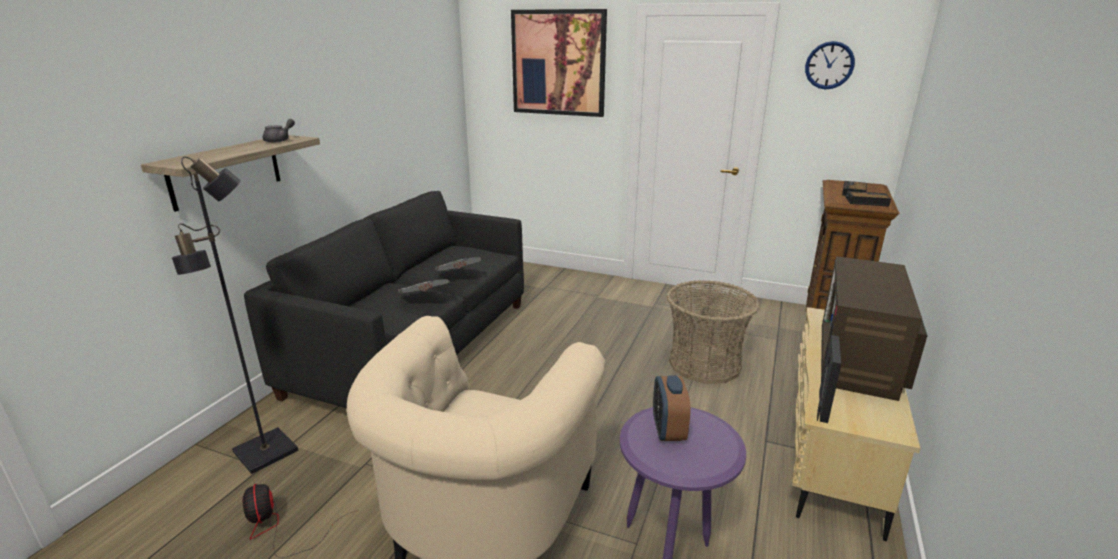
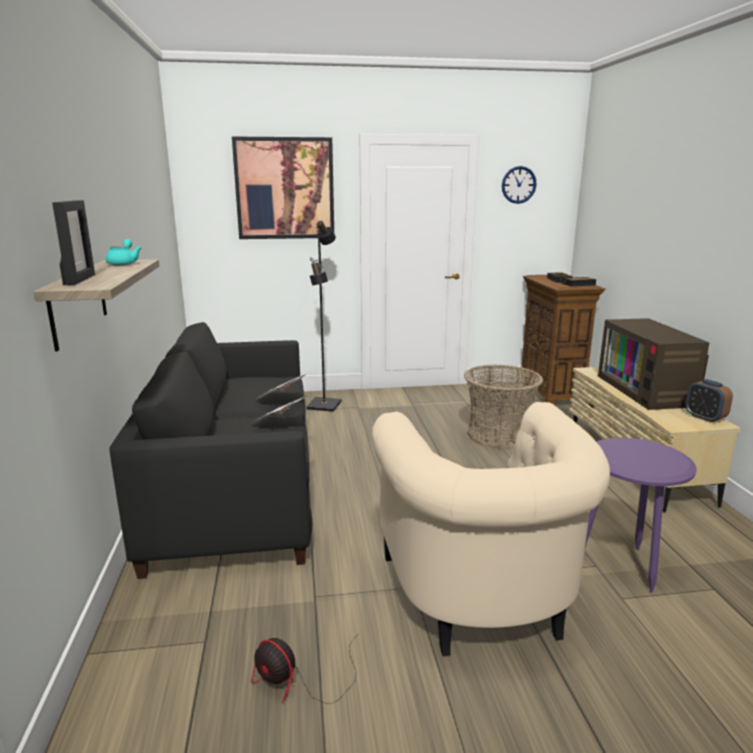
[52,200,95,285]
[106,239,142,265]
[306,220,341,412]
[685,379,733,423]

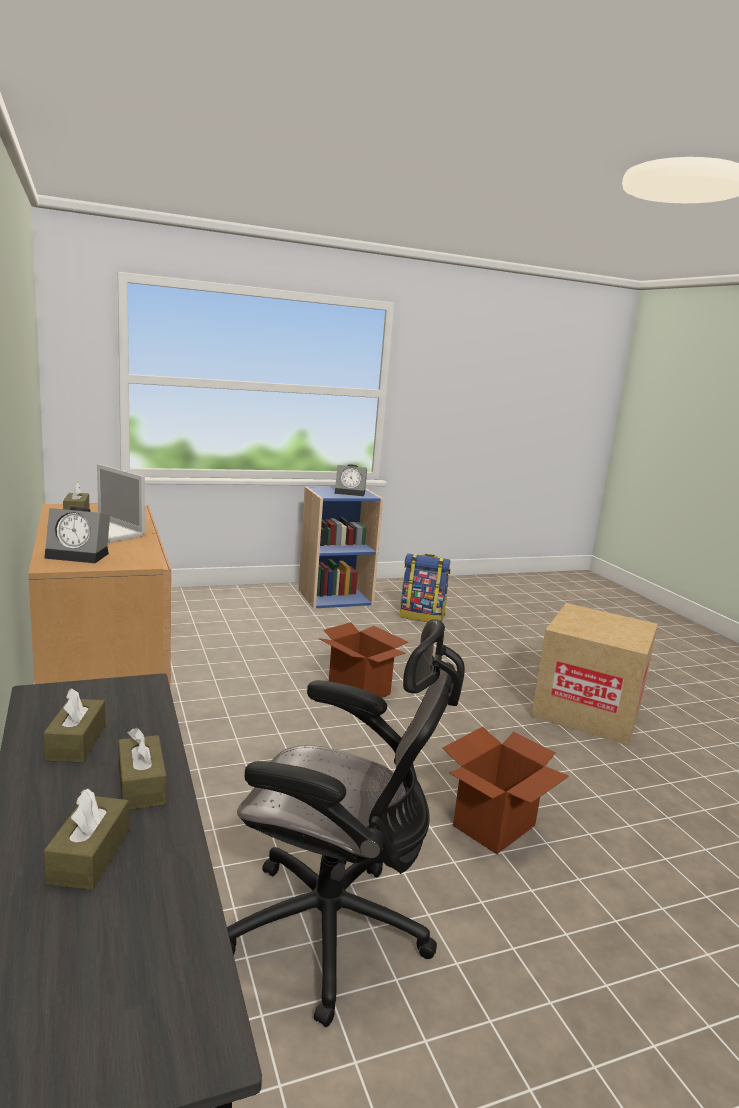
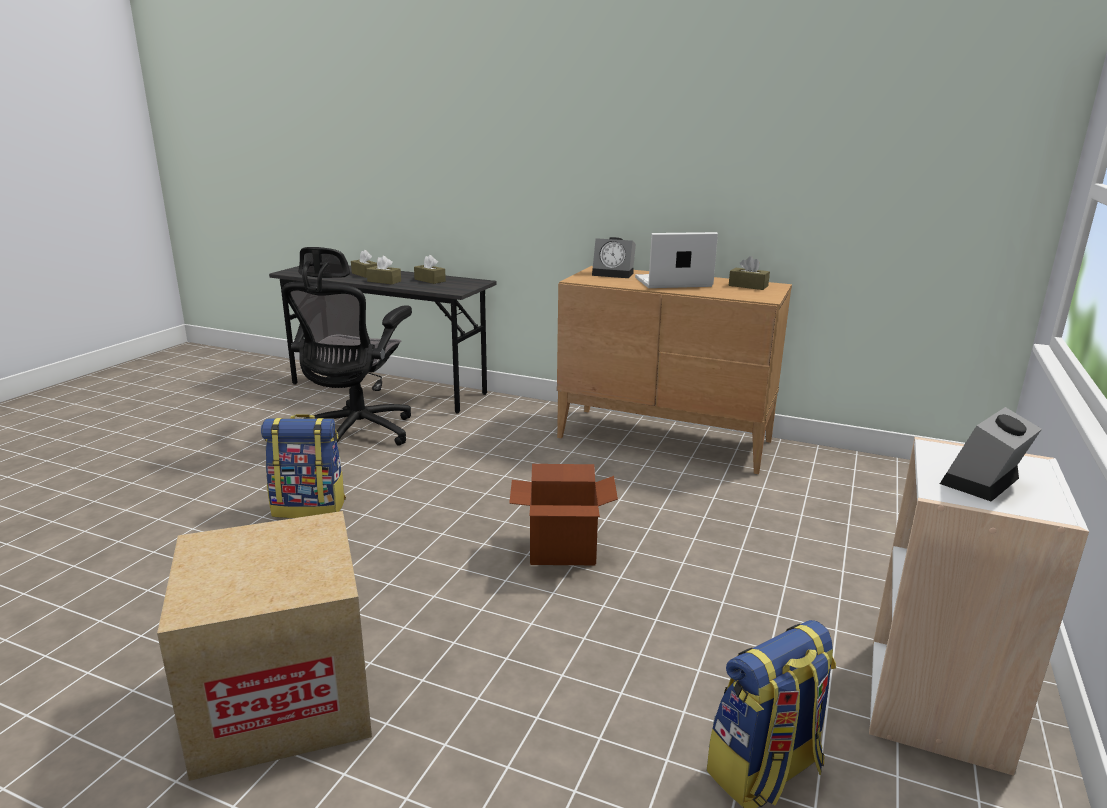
[261,414,346,518]
[282,247,412,446]
[592,237,636,278]
[869,437,1089,776]

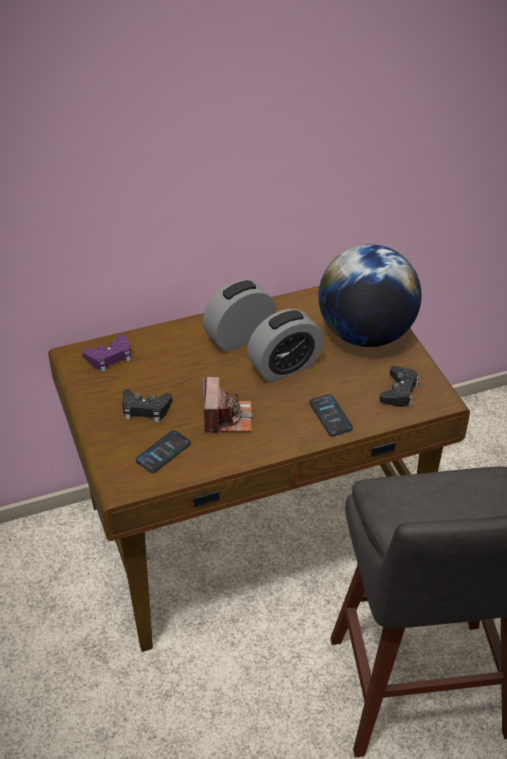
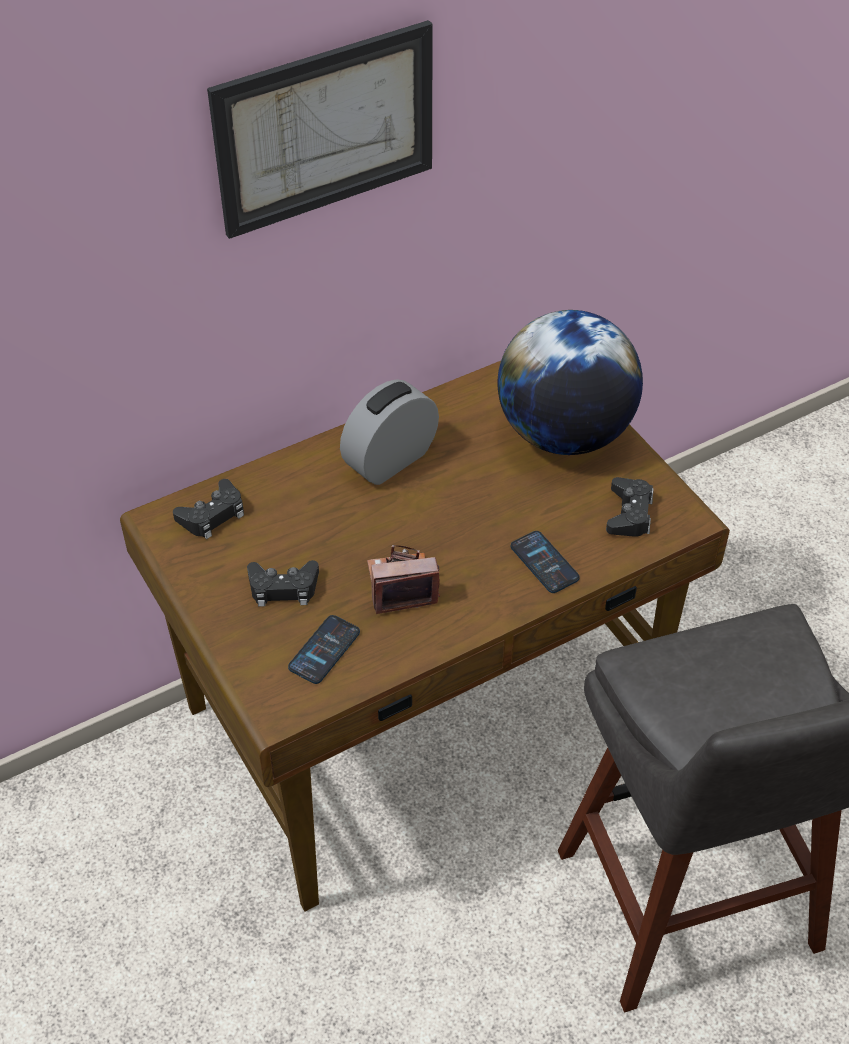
[173,479,244,539]
[207,20,433,239]
[367,545,440,614]
[247,309,324,382] (first image)

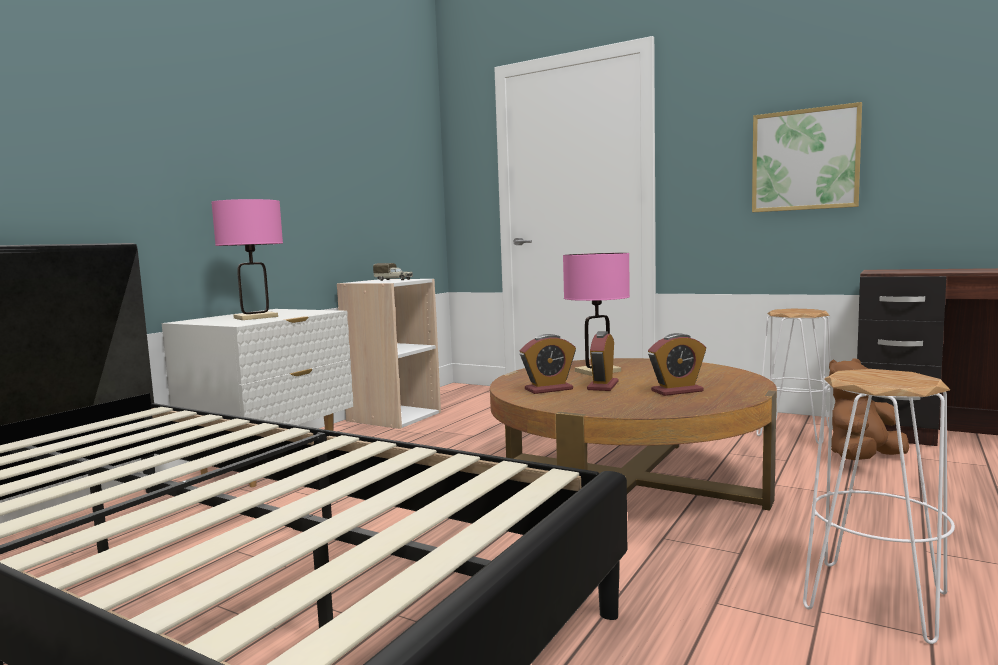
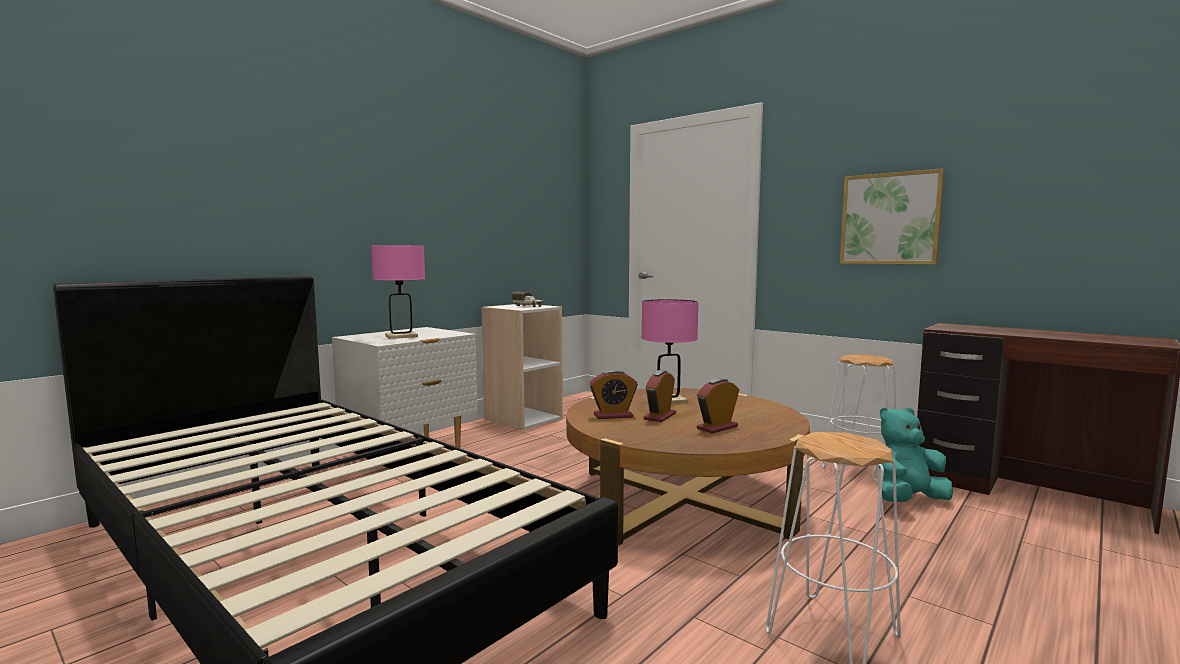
[697,378,739,434]
[878,407,953,502]

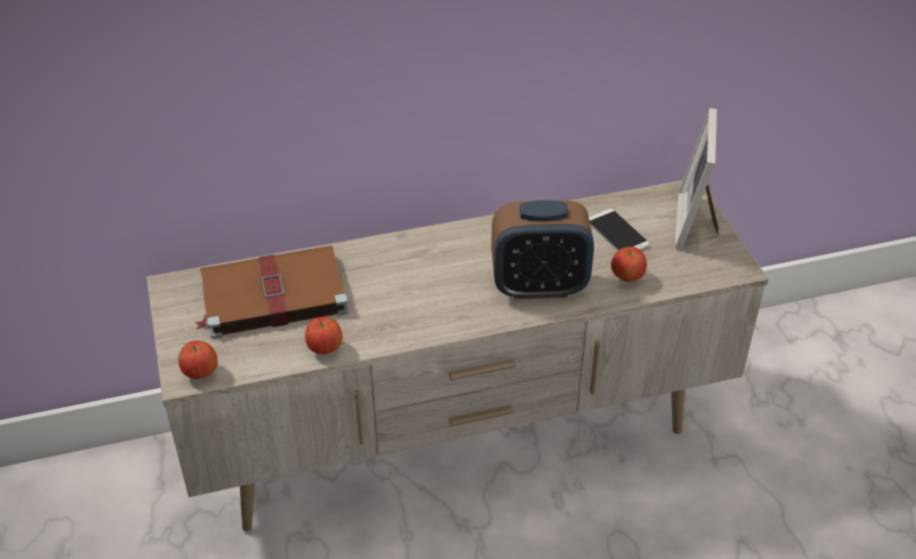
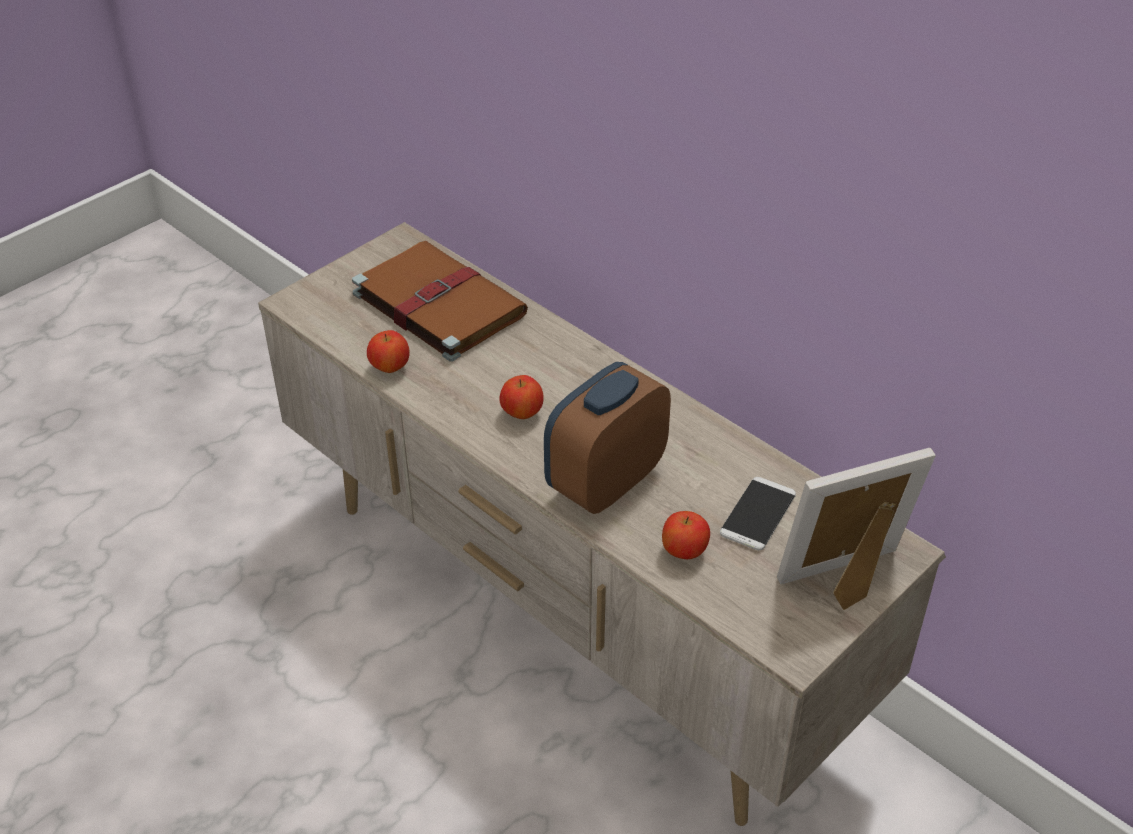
[500,375,544,419]
[544,362,671,514]

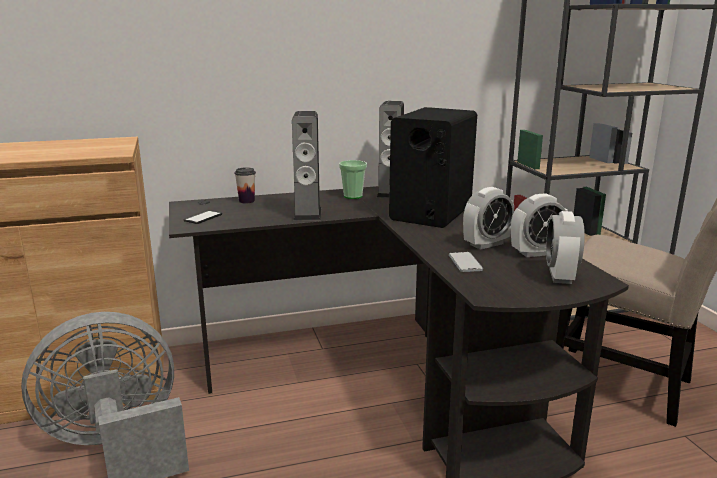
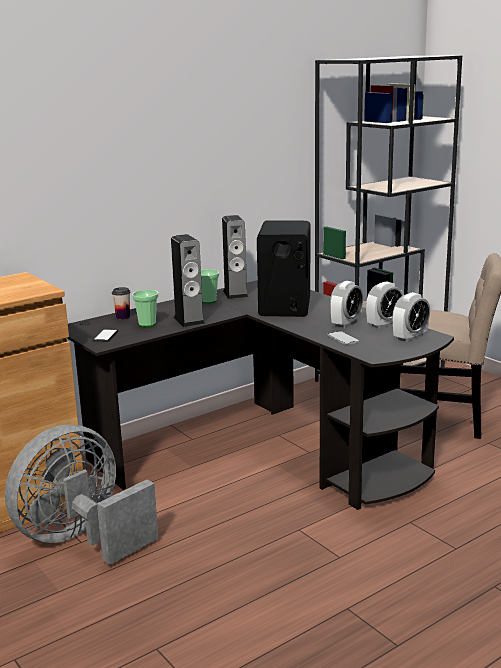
[132,290,159,327]
[392,292,430,342]

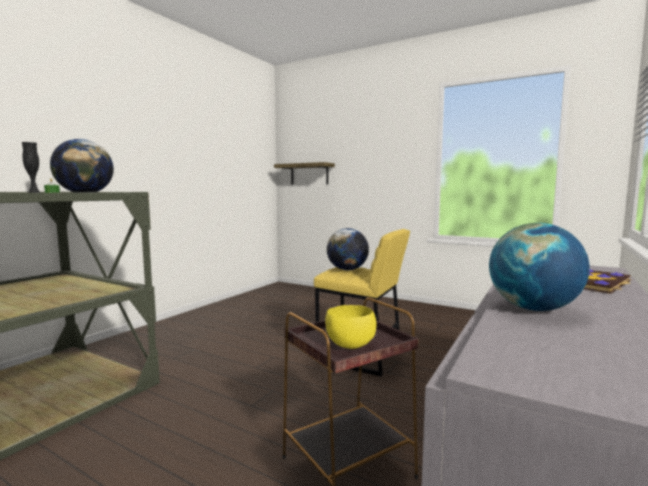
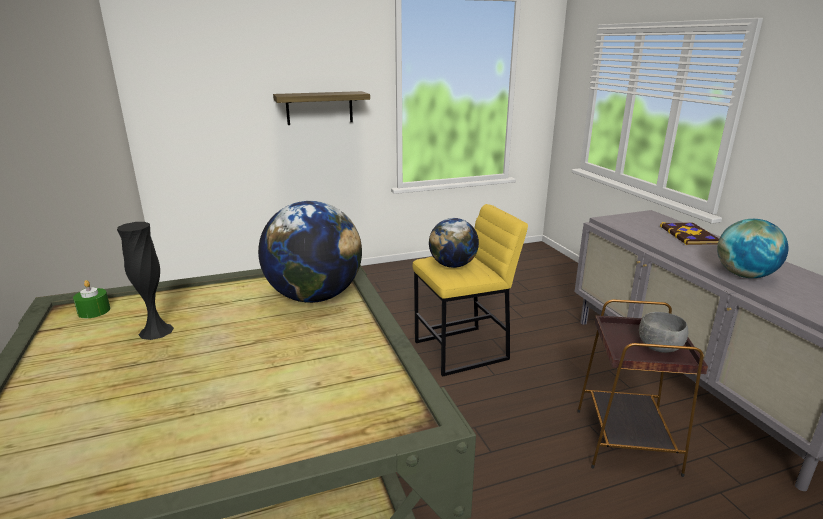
[273,91,370,125]
[639,312,688,353]

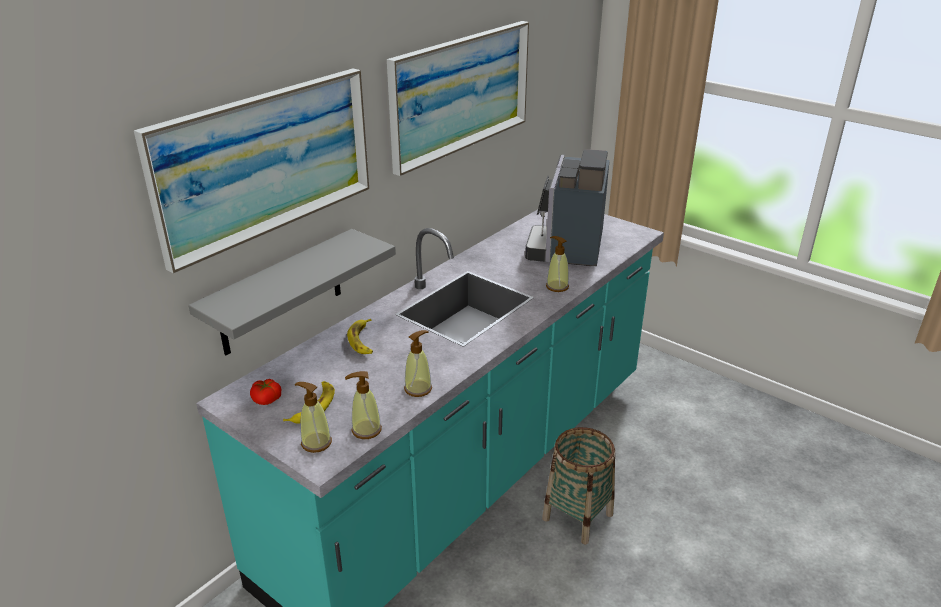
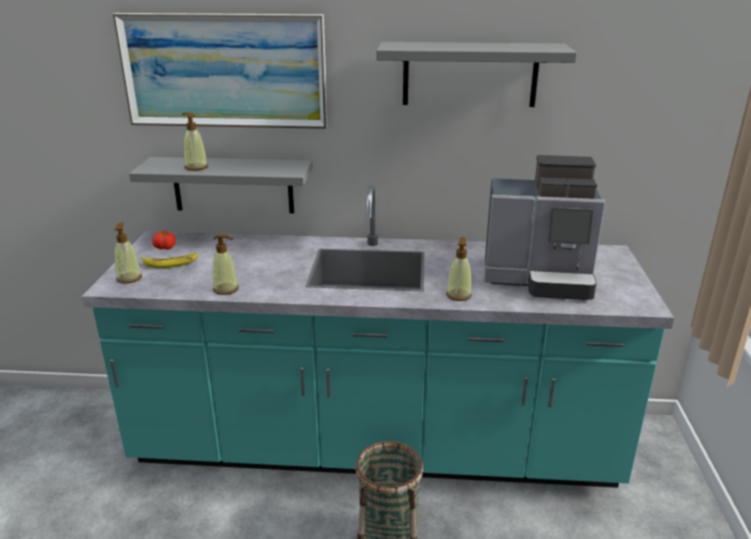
[182,112,208,171]
[376,42,577,107]
[484,155,606,300]
[347,319,373,354] (first image)

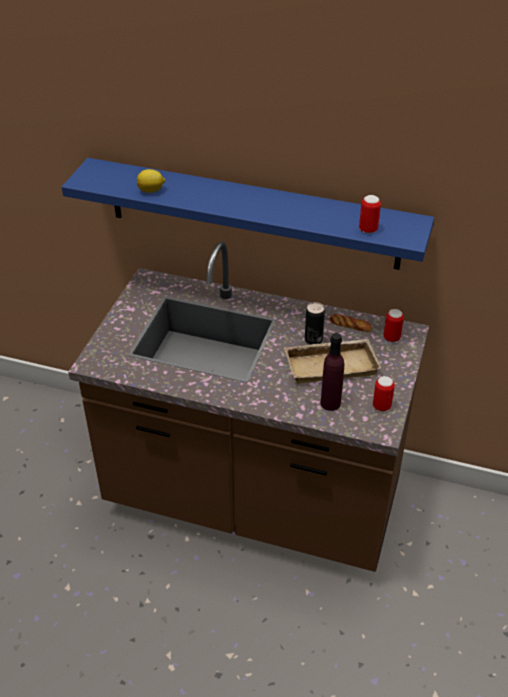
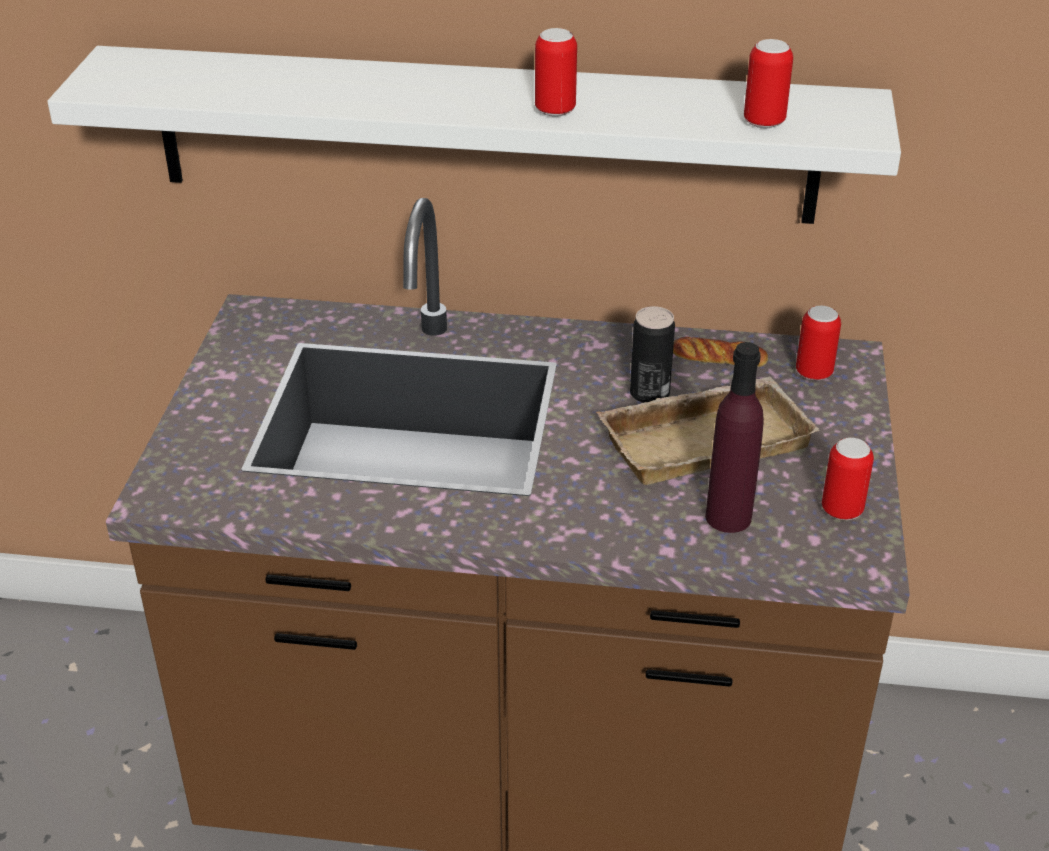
[47,46,901,224]
[535,28,577,117]
[137,169,165,193] (first image)

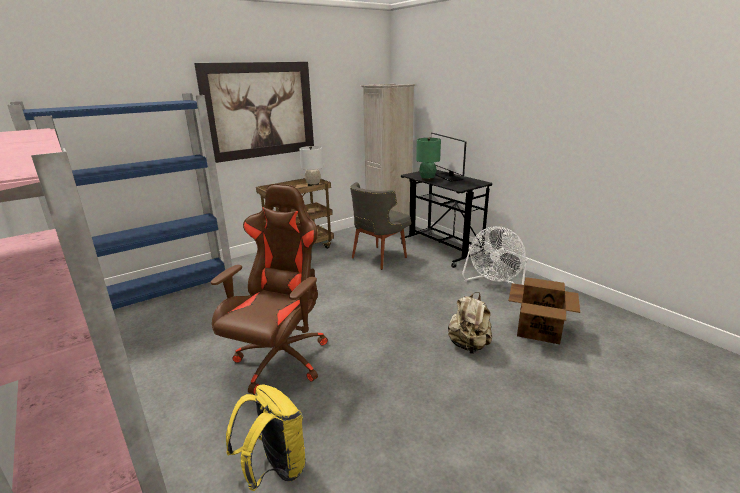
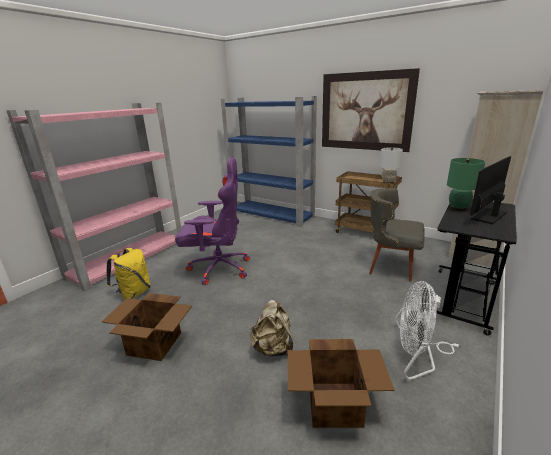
[101,293,192,361]
[175,157,250,285]

